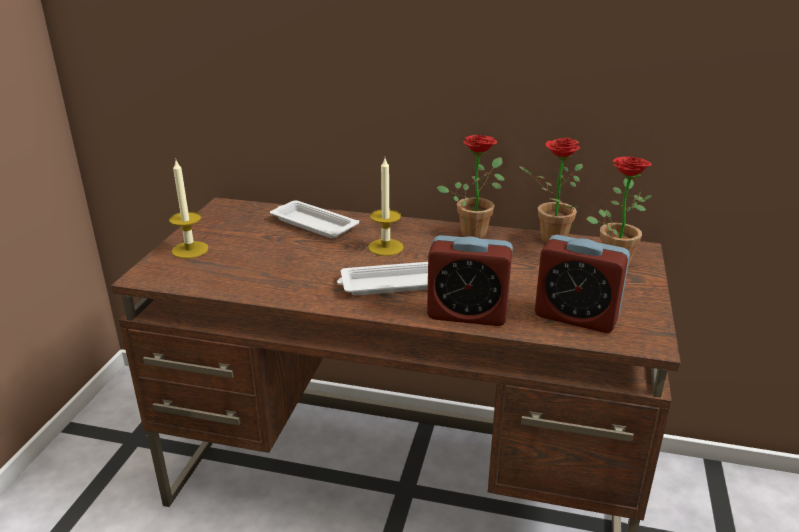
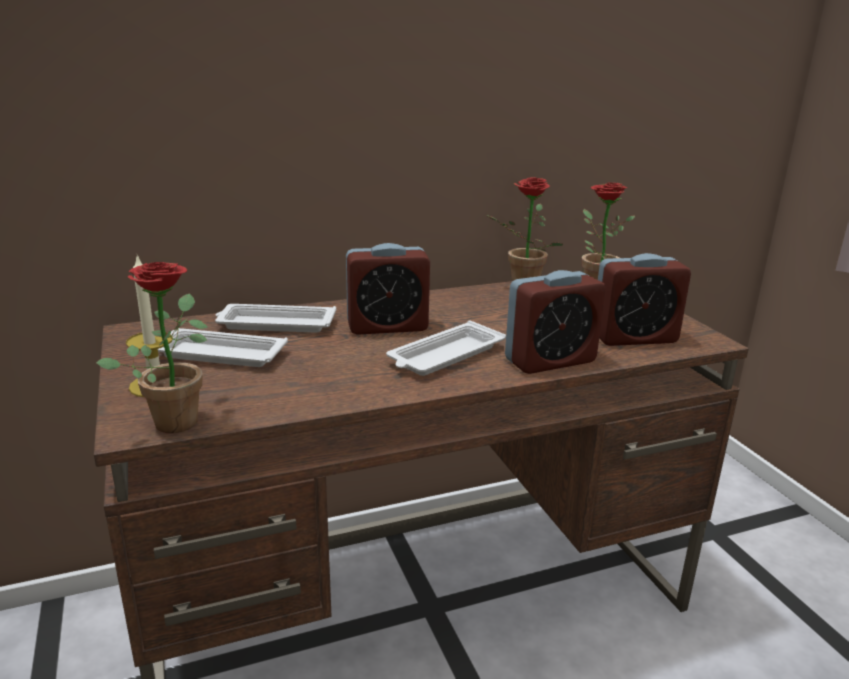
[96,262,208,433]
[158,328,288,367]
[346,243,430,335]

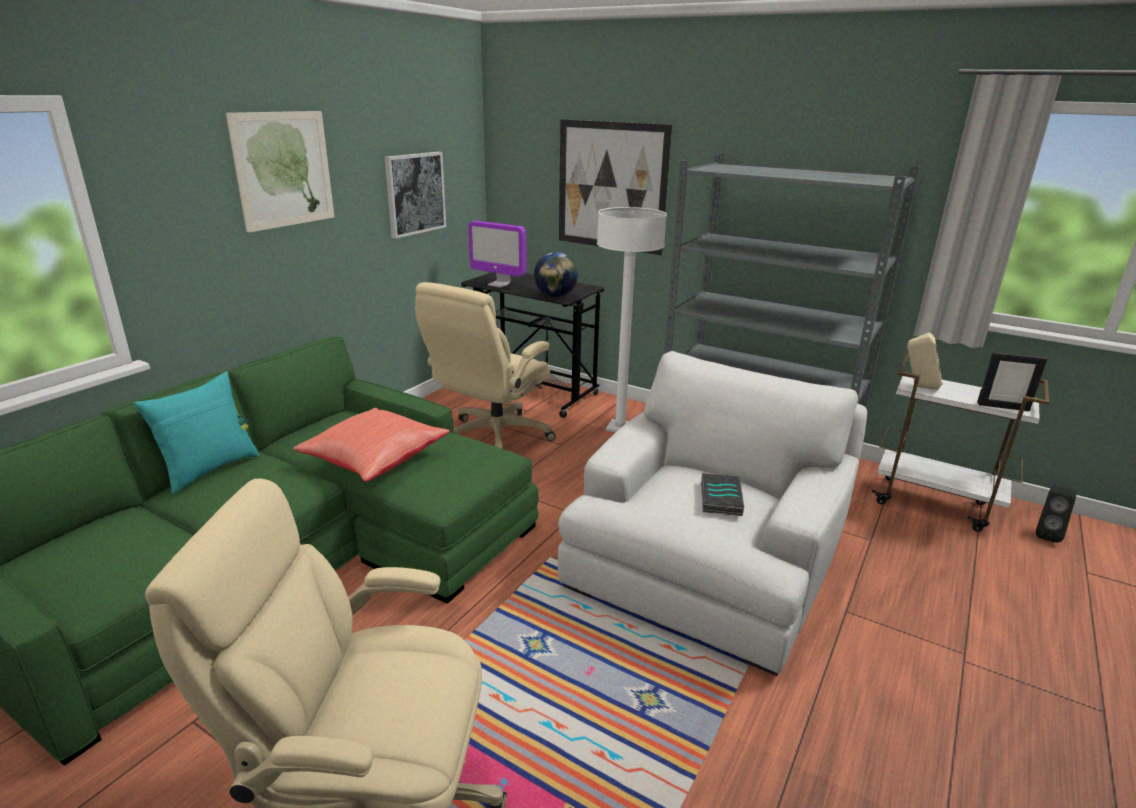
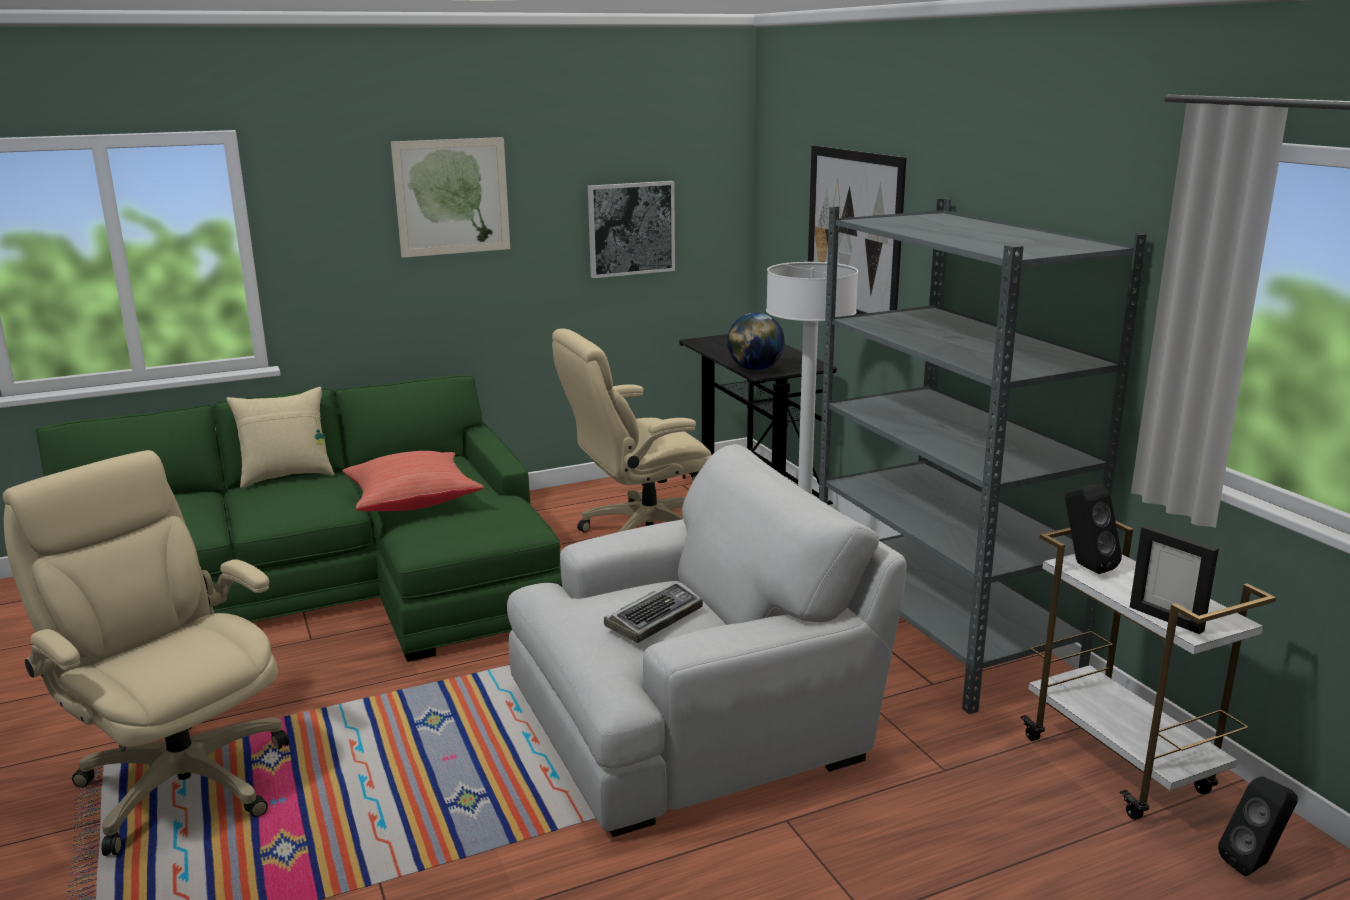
[226,387,334,488]
[604,582,703,643]
[1065,484,1122,574]
[468,221,526,288] (first image)

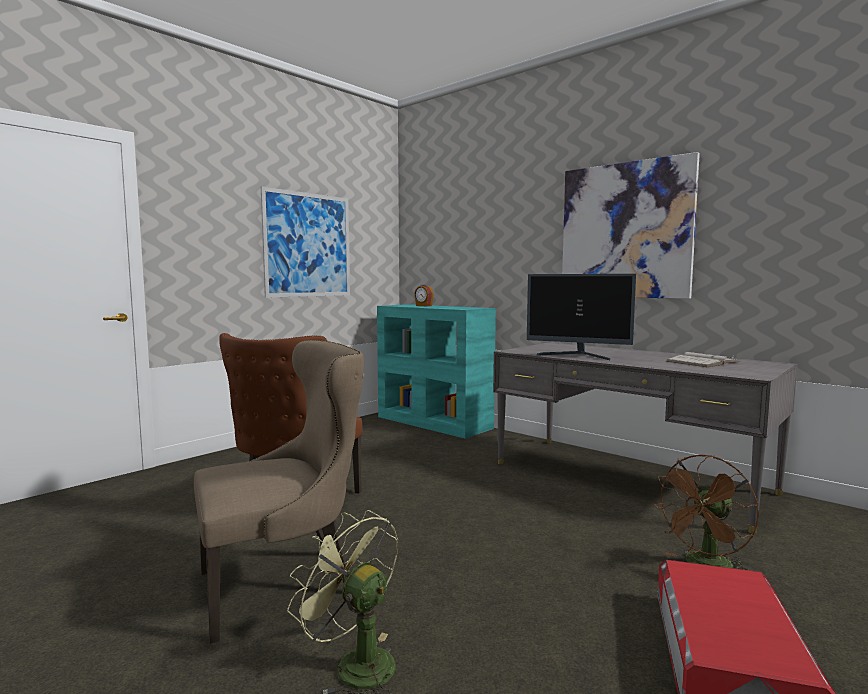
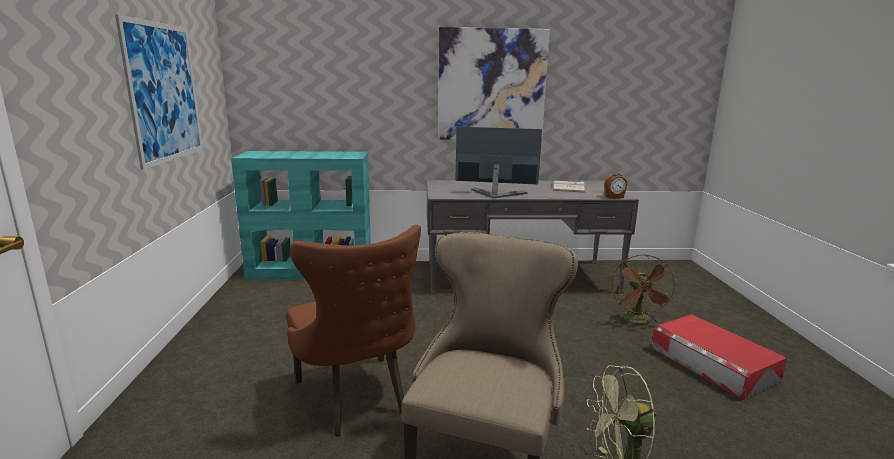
[455,126,542,198]
[604,173,627,199]

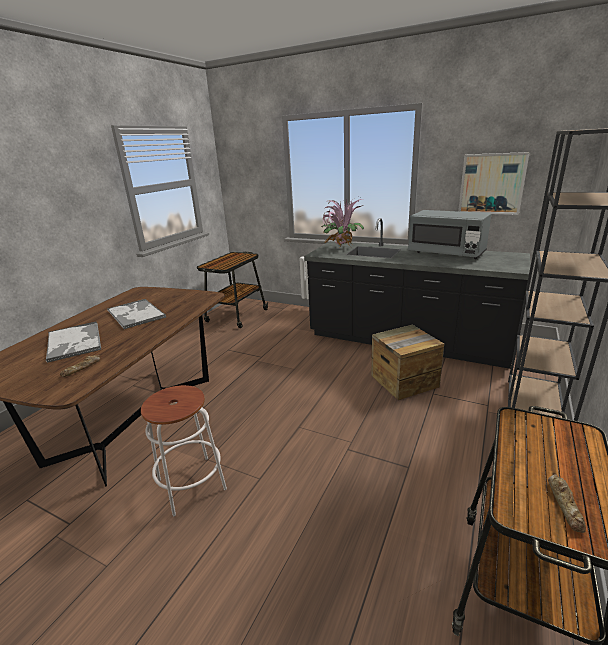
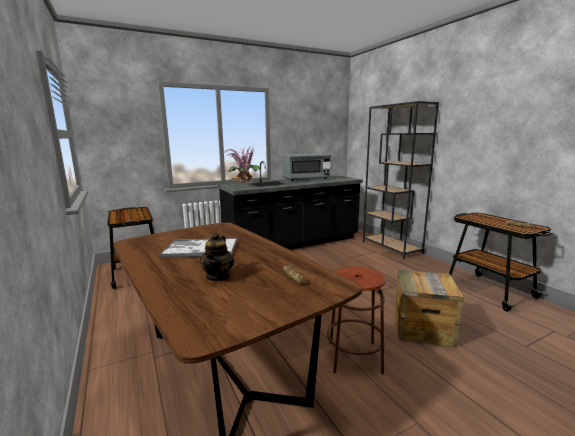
[199,233,234,282]
[327,266,386,374]
[395,270,464,347]
[458,152,530,215] (first image)

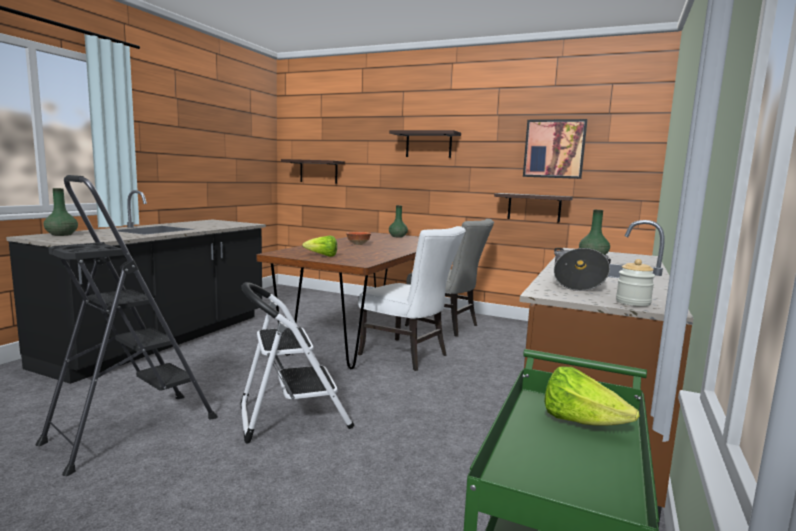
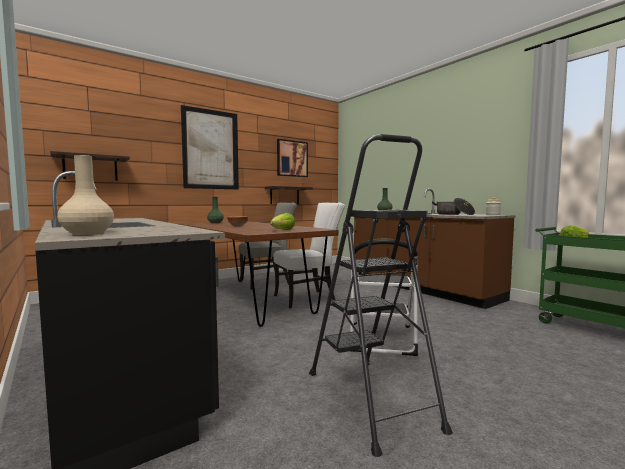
[57,155,114,235]
[181,105,239,190]

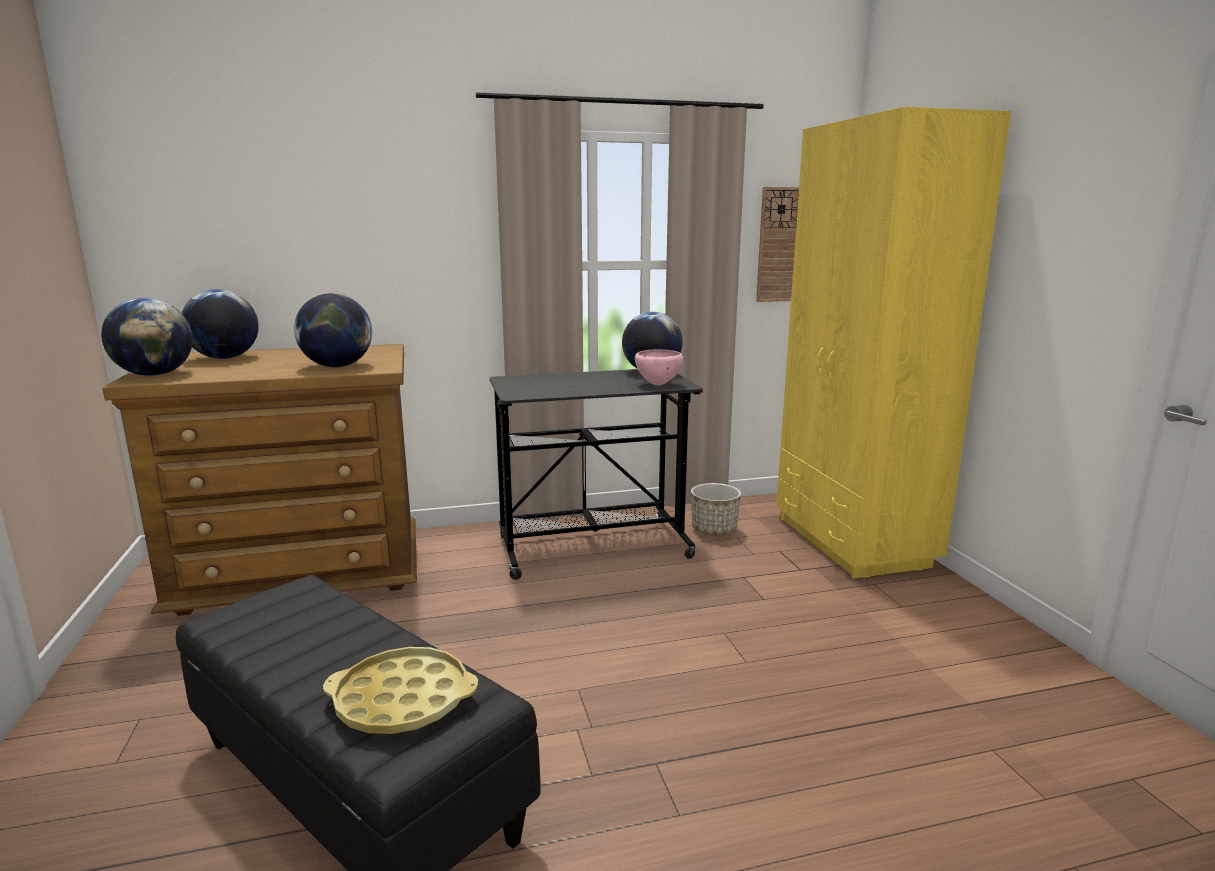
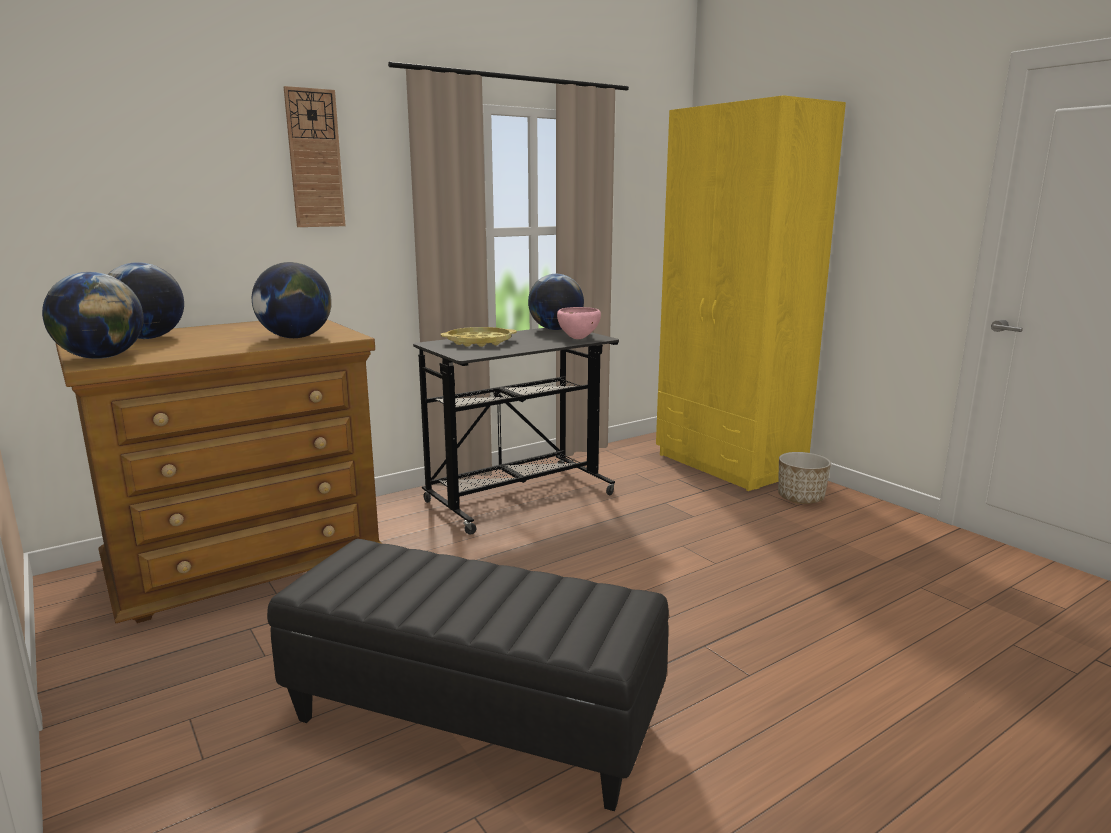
[284,86,346,227]
[441,327,517,347]
[778,452,831,504]

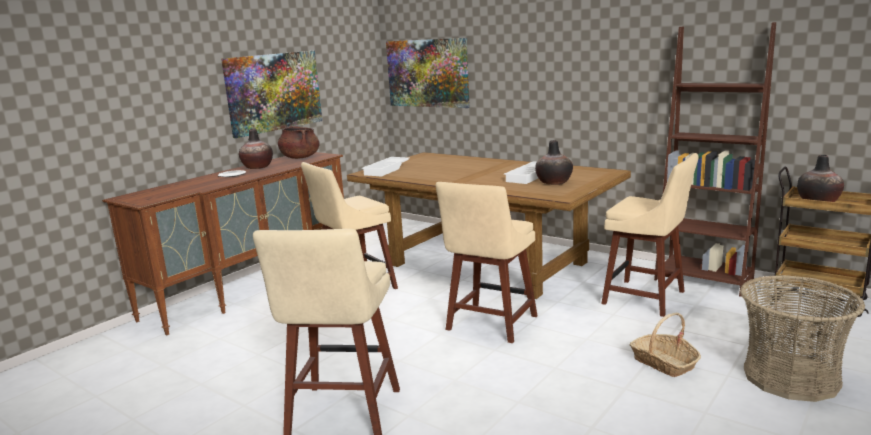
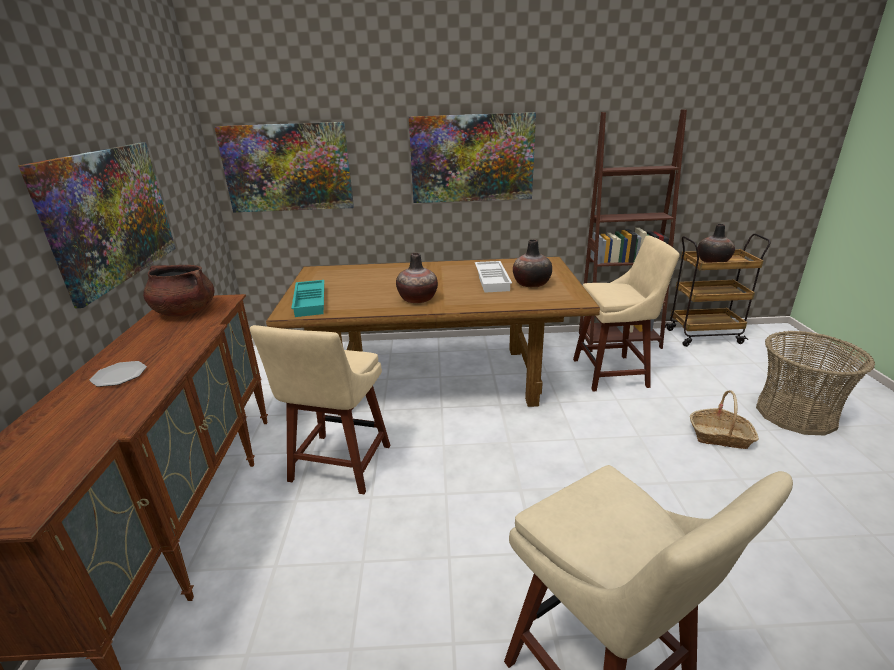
[291,280,324,317]
[396,253,438,303]
[409,112,536,203]
[436,182,538,343] (first image)

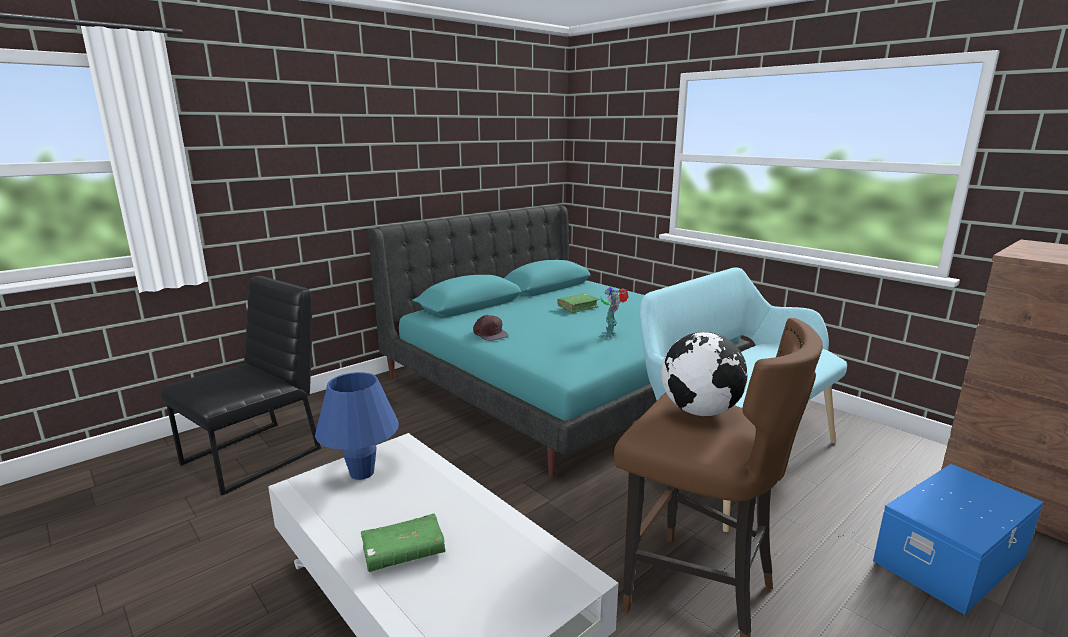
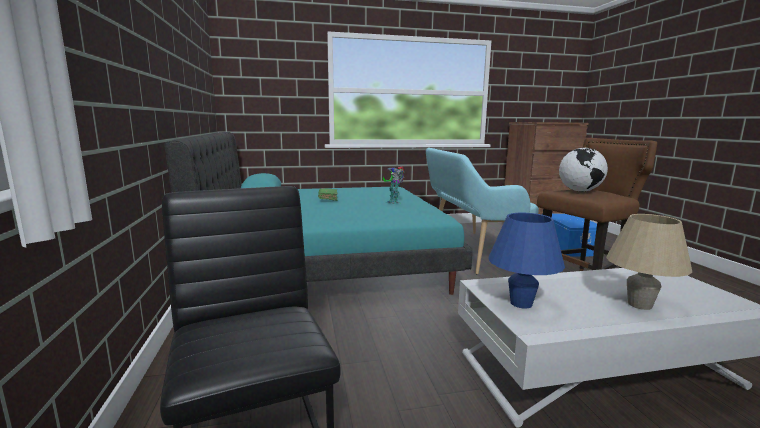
[606,214,692,310]
[473,315,509,341] (first image)

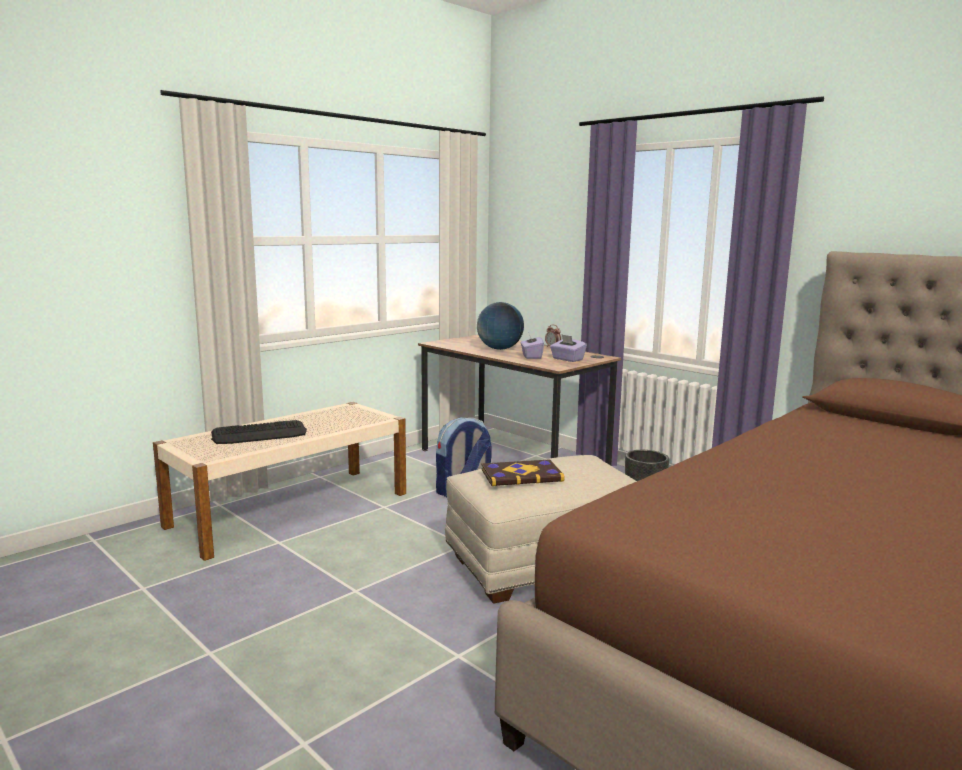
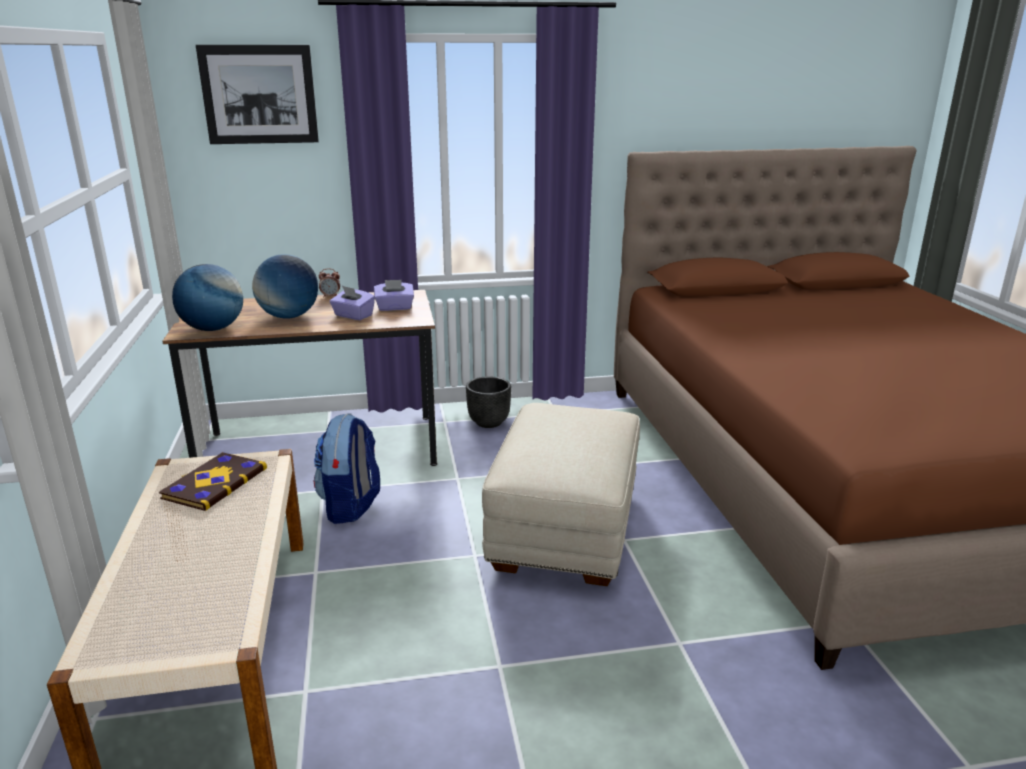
[159,452,267,511]
[172,264,243,331]
[196,45,319,144]
[211,420,307,444] (first image)

